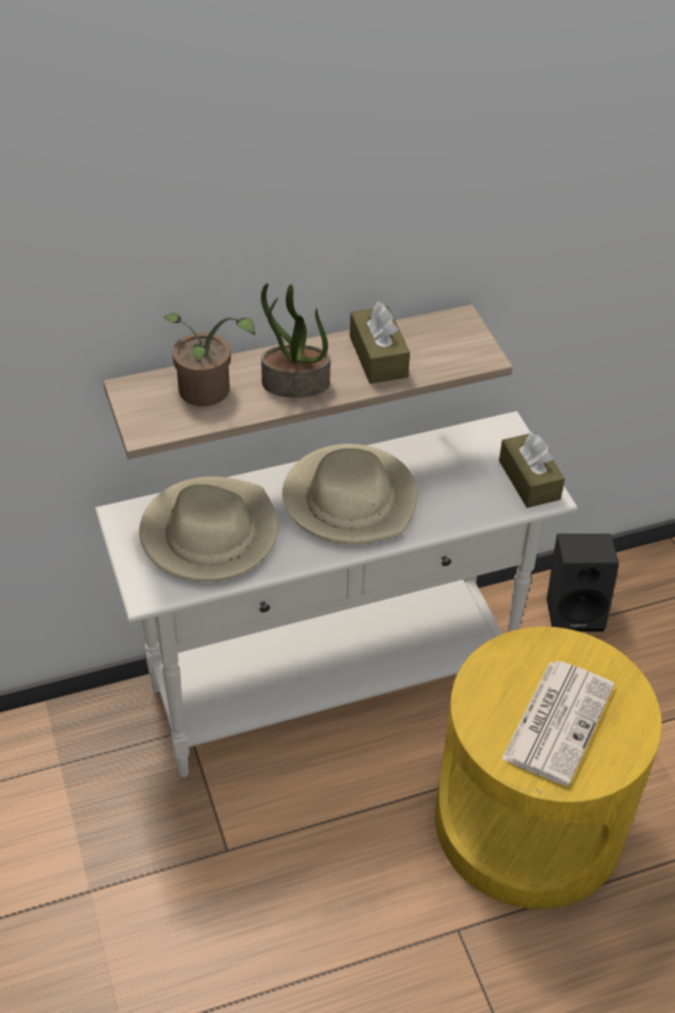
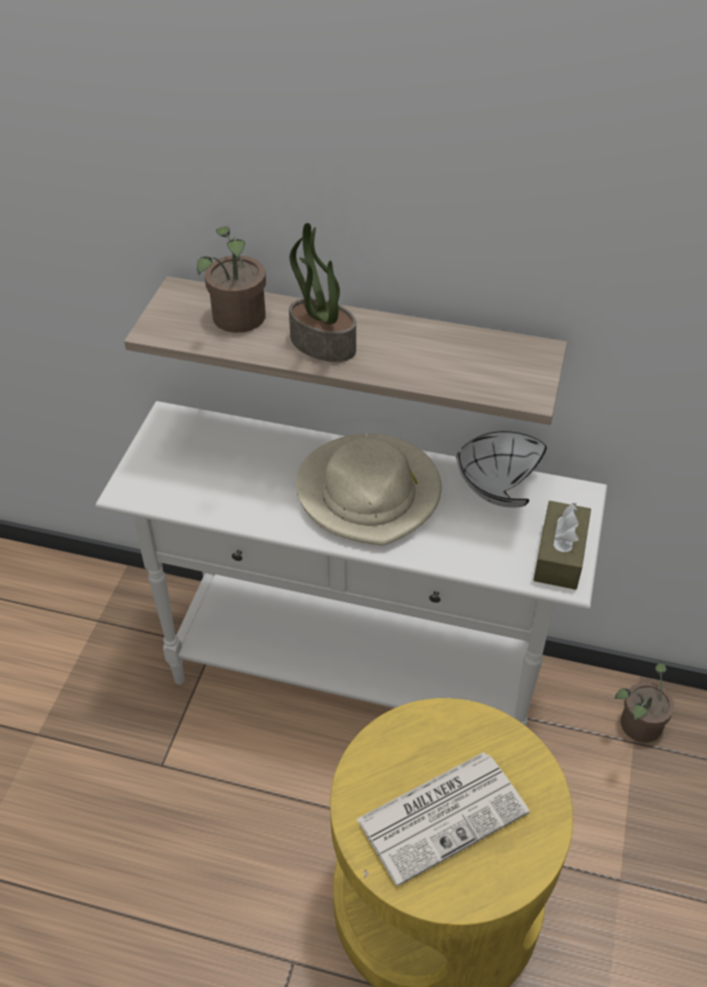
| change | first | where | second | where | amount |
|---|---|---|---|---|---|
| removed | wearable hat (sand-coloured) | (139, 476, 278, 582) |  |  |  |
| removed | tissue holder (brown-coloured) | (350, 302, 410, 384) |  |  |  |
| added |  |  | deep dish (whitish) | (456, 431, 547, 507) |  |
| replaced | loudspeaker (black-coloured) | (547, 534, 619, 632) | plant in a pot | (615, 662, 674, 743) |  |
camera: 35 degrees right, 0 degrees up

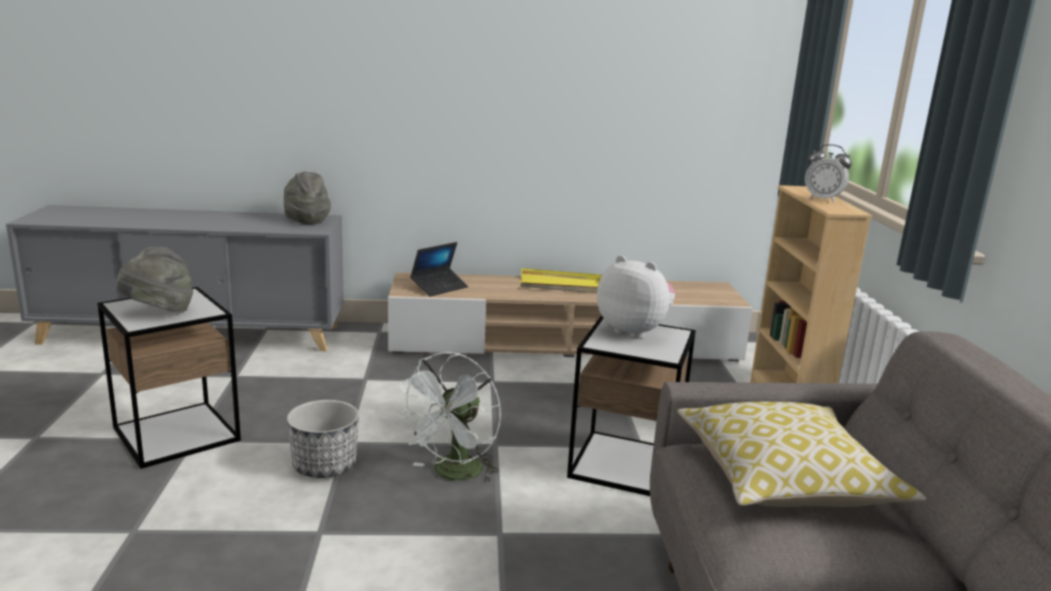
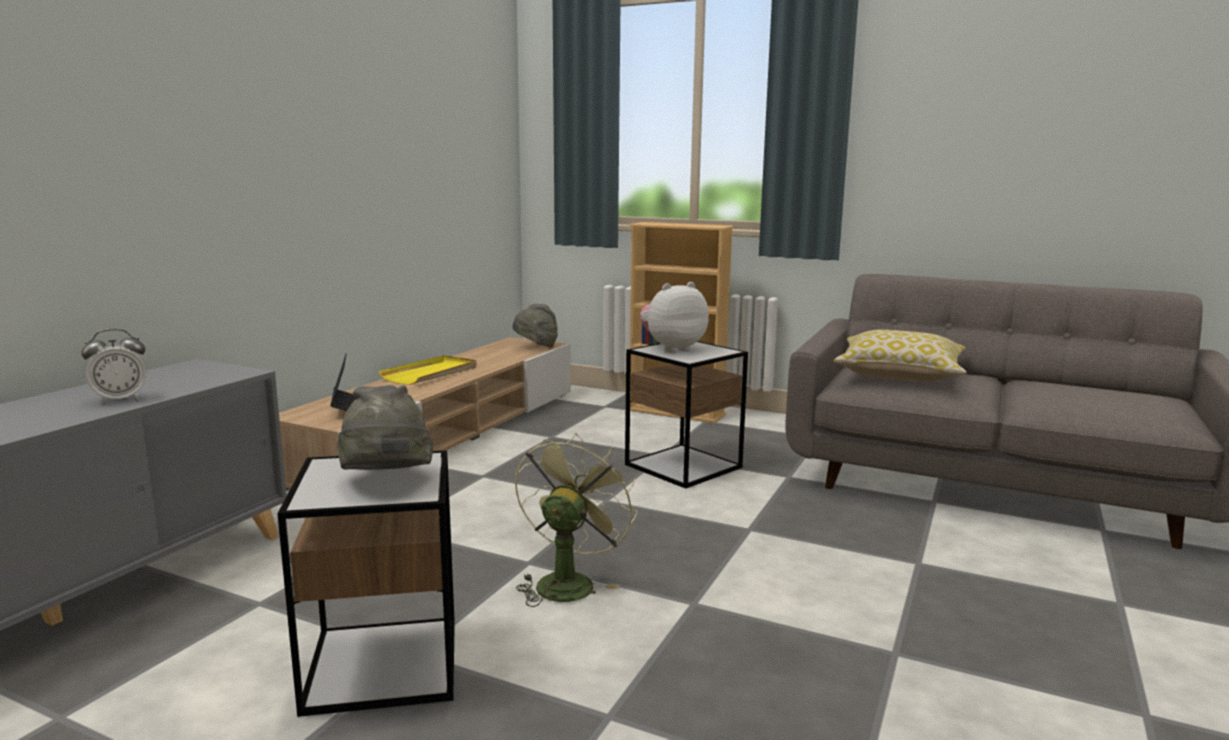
| change | first | where | second | where | amount |
|---|---|---|---|---|---|
| removed | cooling fan (whitish) | (396, 352, 501, 484) |  |  |  |
| moved | wearable hat (greyish) | (284, 172, 331, 225) |  | (513, 304, 558, 347) |  |
| moved | alarm clock | (805, 144, 852, 203) |  | (81, 329, 146, 404) |  |
| replaced | planter | (287, 400, 359, 478) | cooling fan (green) | (515, 433, 637, 607) |  |
camera: 60 degrees left, 5 degrees down

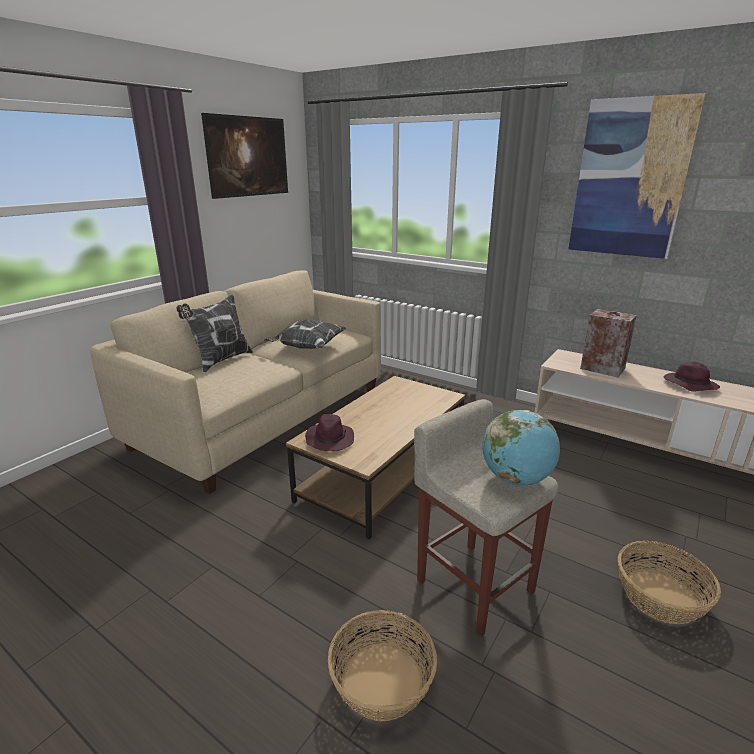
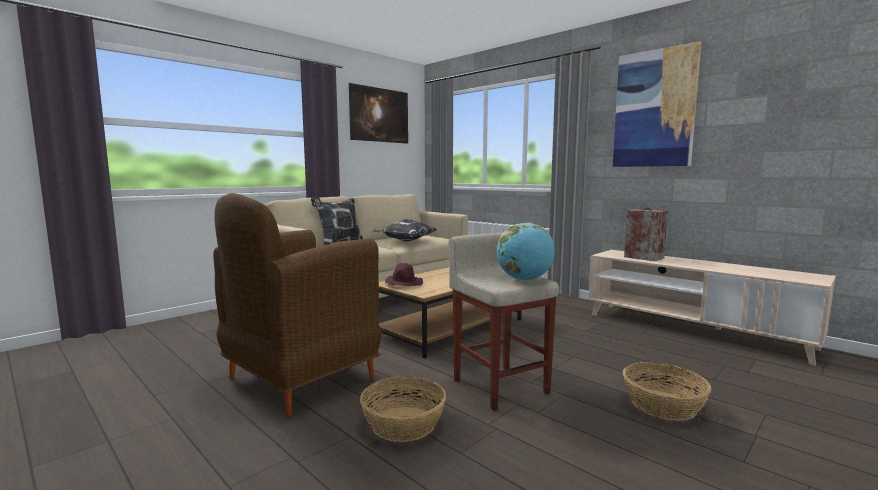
| change | first | where | second | where | amount |
|---|---|---|---|---|---|
| removed | wearable hat (purple-coloured) | (664, 361, 720, 391) |  |  |  |
| added |  |  | easy chair (brown-coloured) | (213, 193, 381, 416) |  |
camera: 10 degrees right, 15 degrees down

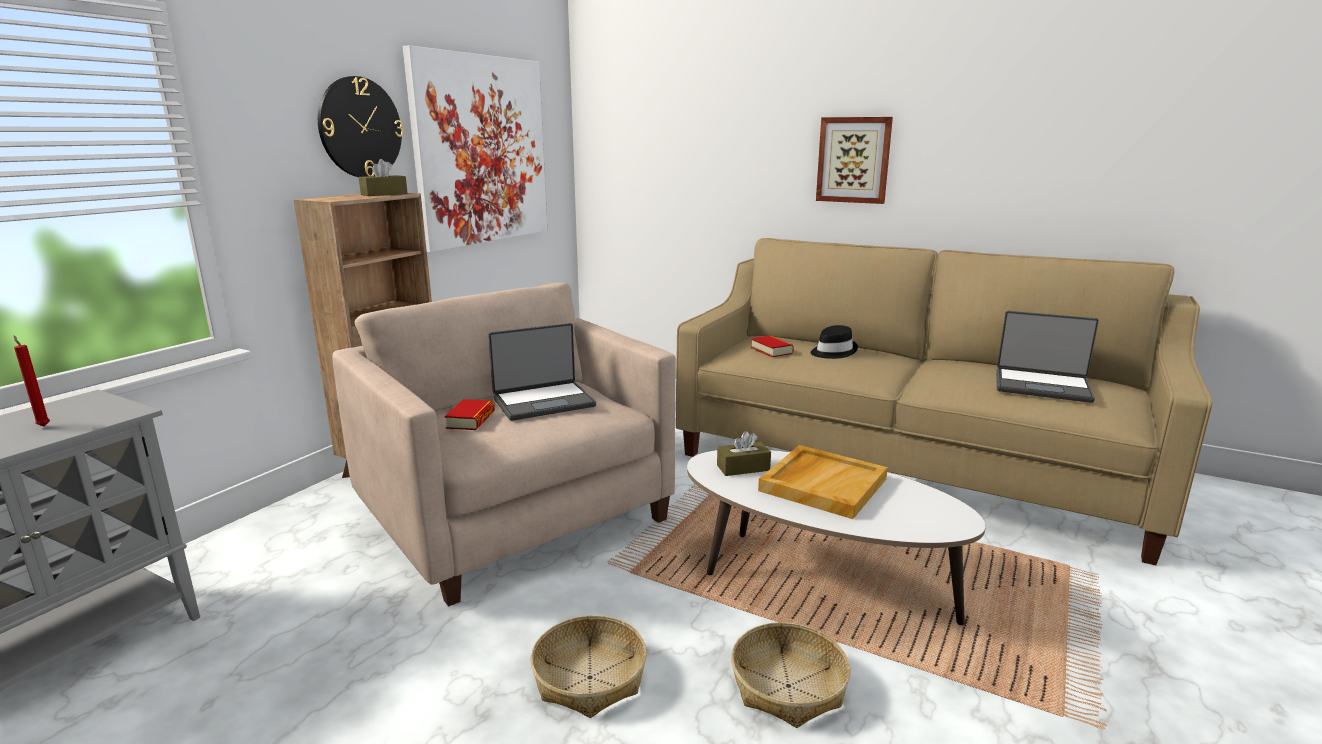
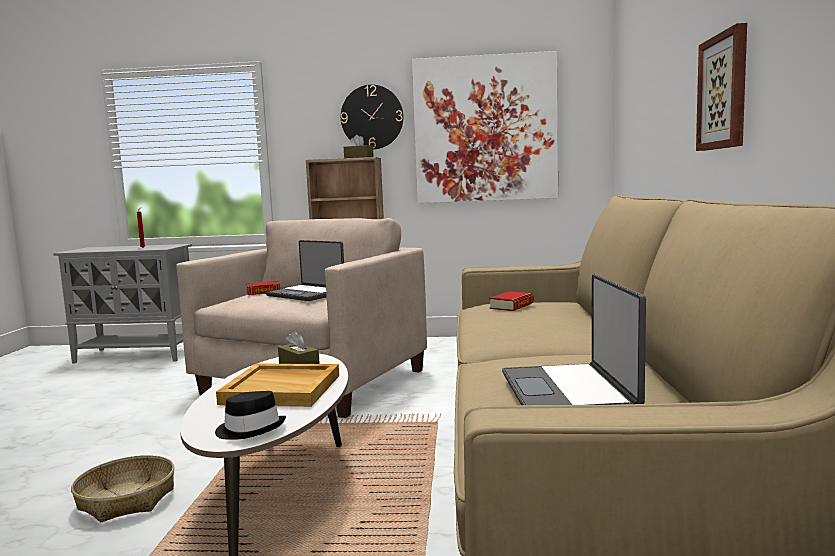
| change | first | where | second | where | amount |
|---|---|---|---|---|---|
| removed | household basket | (531, 615, 647, 718) |  |  |  |
| moved | wearable hat (black-coloured) | (811, 325, 858, 359) |  | (215, 391, 286, 440) |  |
camera: 65 degrees right, 10 degrees down

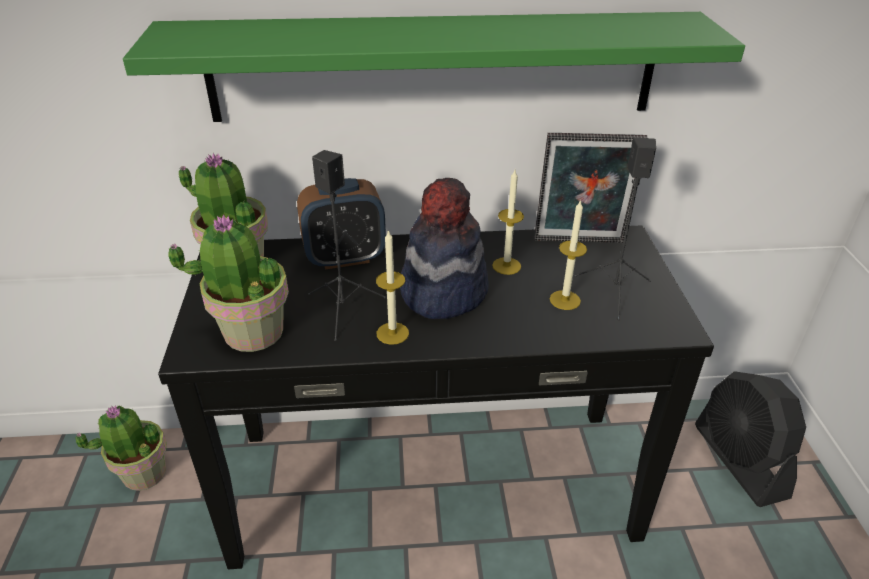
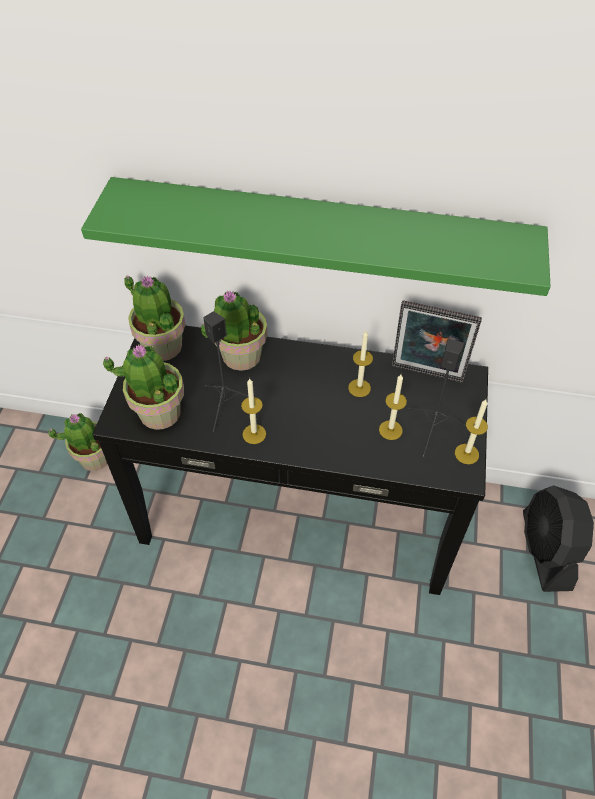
| change | first | where | second | where | amount |
|---|---|---|---|---|---|
| removed | wearable hat | (400, 178, 489, 319) |  |  |  |
| added |  |  | wax candle | (455, 399, 488, 464) |  |
| replaced | alarm clock | (297, 178, 386, 270) | plant in a pot | (201, 291, 267, 371) |  |
camera: 15 degrees right, 15 degrees up

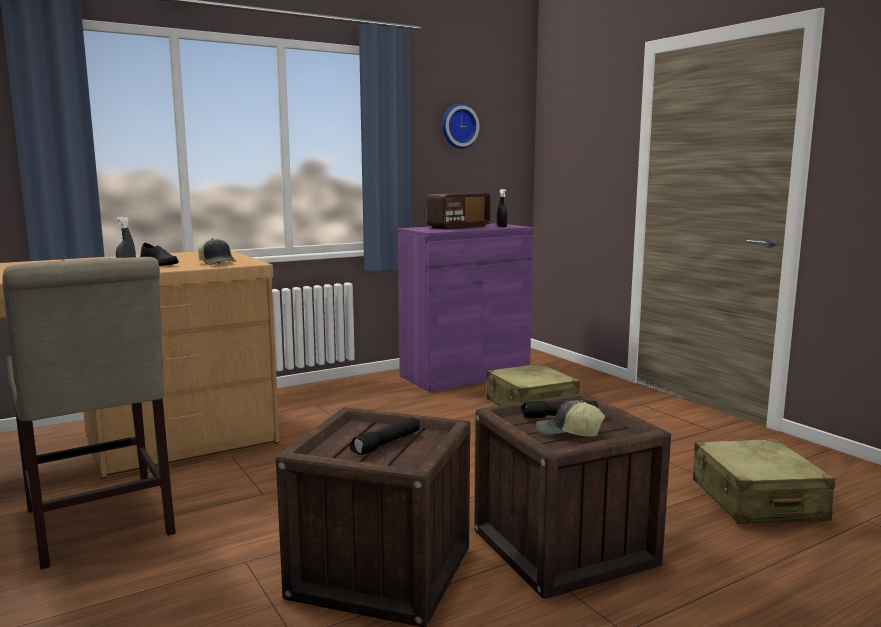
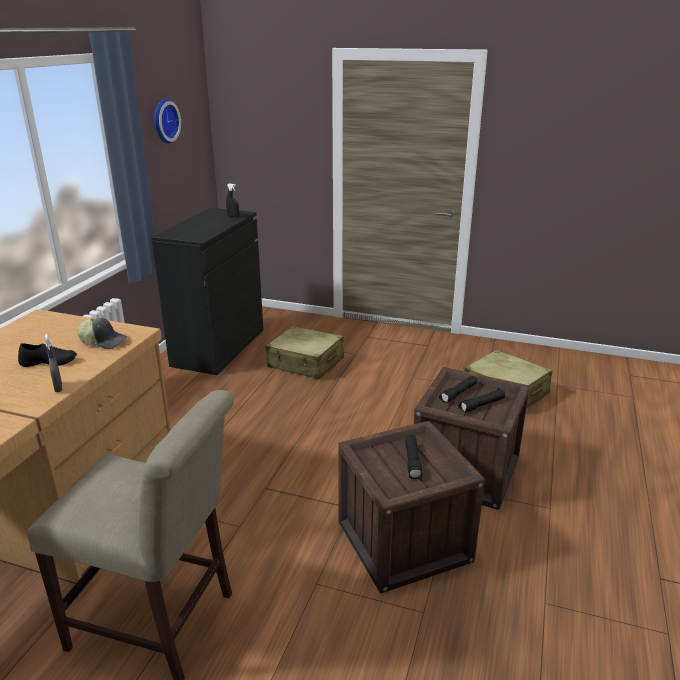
| change | first | where | second | where | amount |
|---|---|---|---|---|---|
| removed | radio set | (426, 193, 491, 230) |  |  |  |
| replaced | baseball cap | (536, 400, 605, 436) | flashlight (black-coloured) | (458, 389, 505, 413) |  |
| recoloured | storage cabinet (purple-coloured) | (398, 223, 534, 392) | storage cabinet (black-coloured) | (151, 208, 263, 375) |  |
camera: 40 degrees left, 15 degrees up

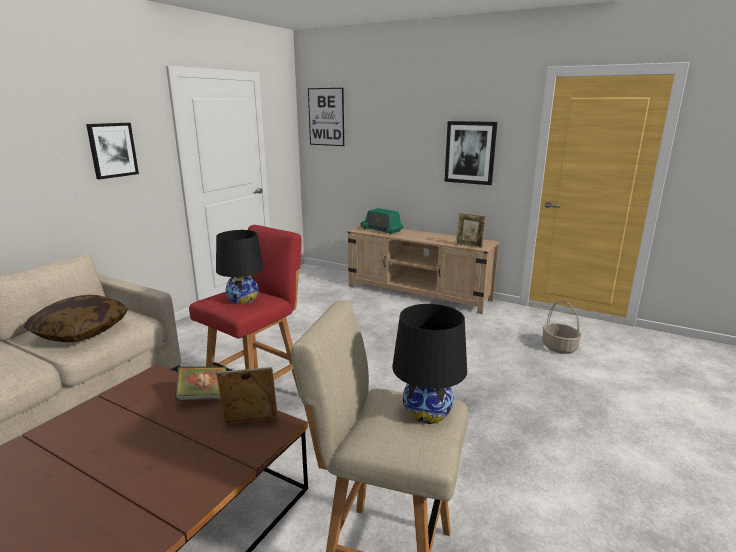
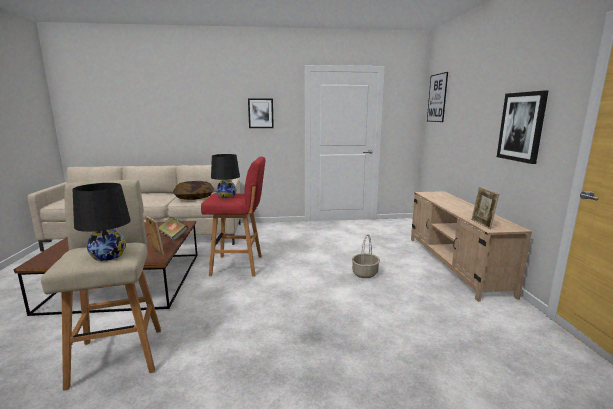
| change | first | where | second | where | amount |
|---|---|---|---|---|---|
| removed | radio set | (360, 208, 403, 235) |  |  |  |
| moved | household basket | (542, 301, 582, 354) |  | (352, 235, 380, 278) |  |
camera: 55 degrees right, 5 degrees down

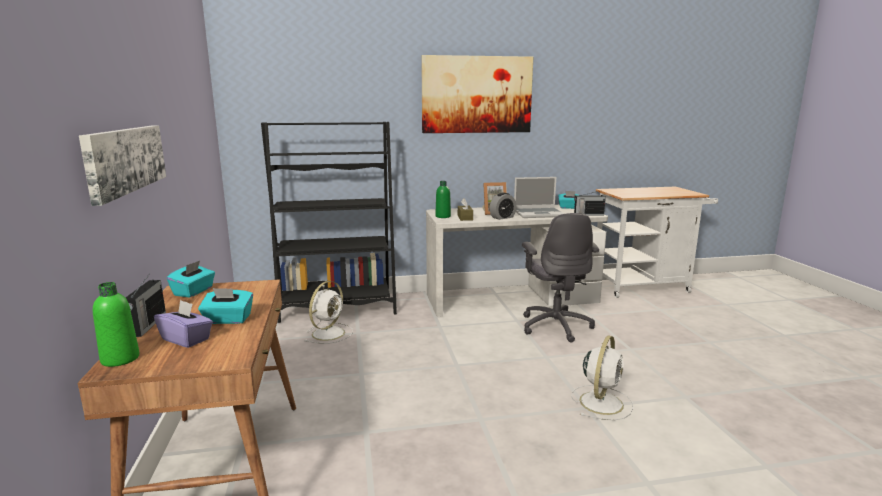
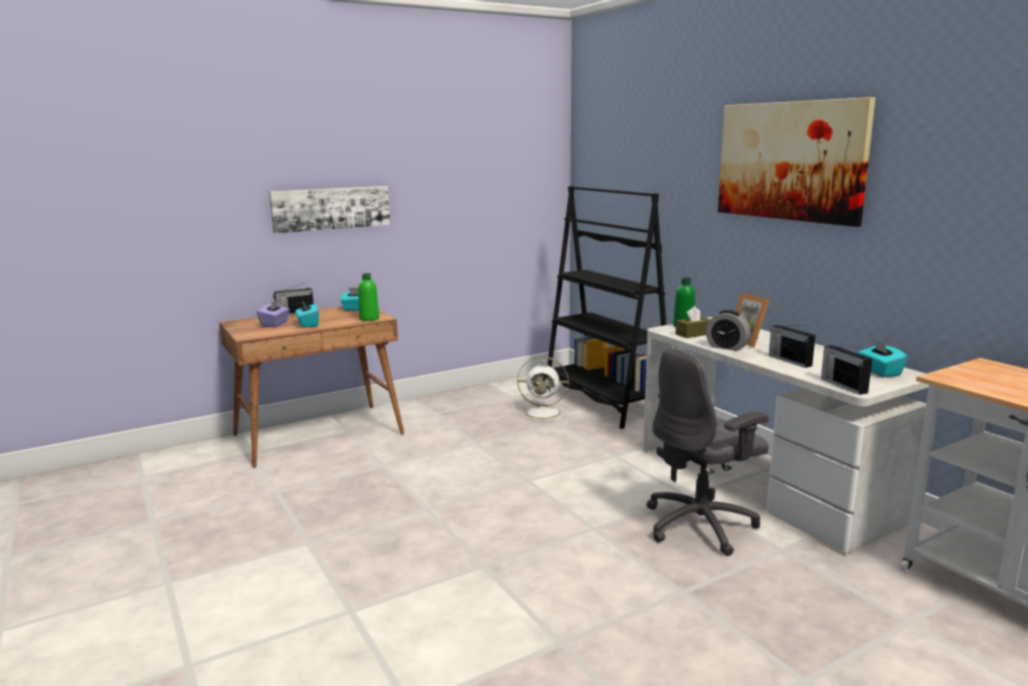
| change | first | where | second | where | amount |
|---|---|---|---|---|---|
| removed | cooling fan (whitish) | (572, 336, 633, 420) |  |  |  |
| moved | bottle (green) | (93, 282, 140, 367) |  | (358, 273, 379, 321) |  |
| replaced | notebook computer | (514, 177, 565, 218) | radio set | (769, 325, 815, 368) |  |
camera: 70 degrees right, 0 degrees up

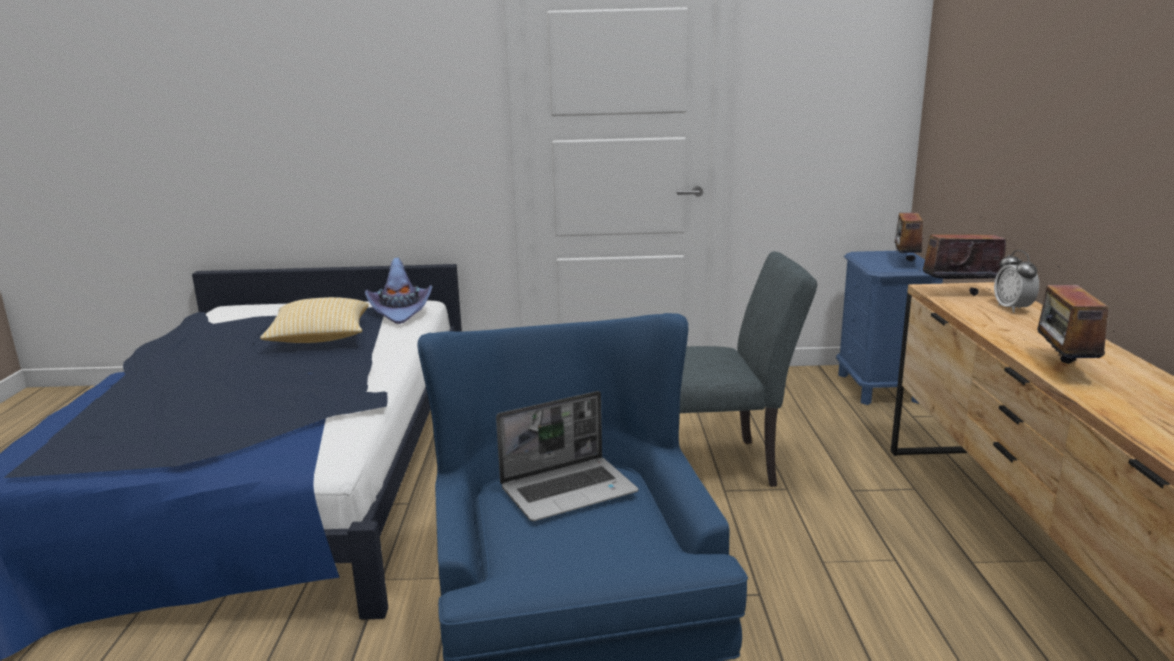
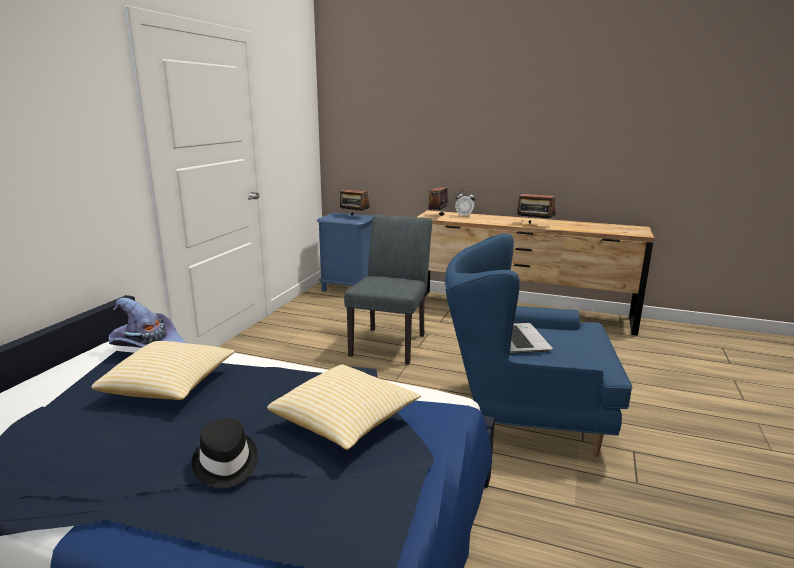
| change | first | where | second | where | amount |
|---|---|---|---|---|---|
| added |  |  | wearable hat (black-coloured) | (192, 418, 258, 488) |  |
| added |  |  | cushion | (267, 365, 421, 450) |  |
camera: 70 degrees left, 0 degrees up

